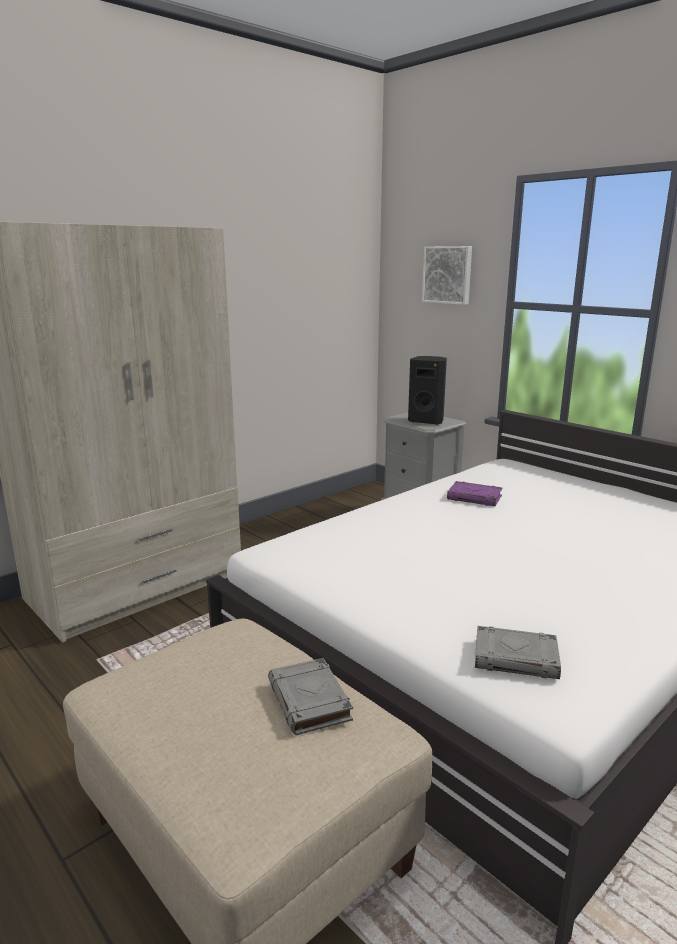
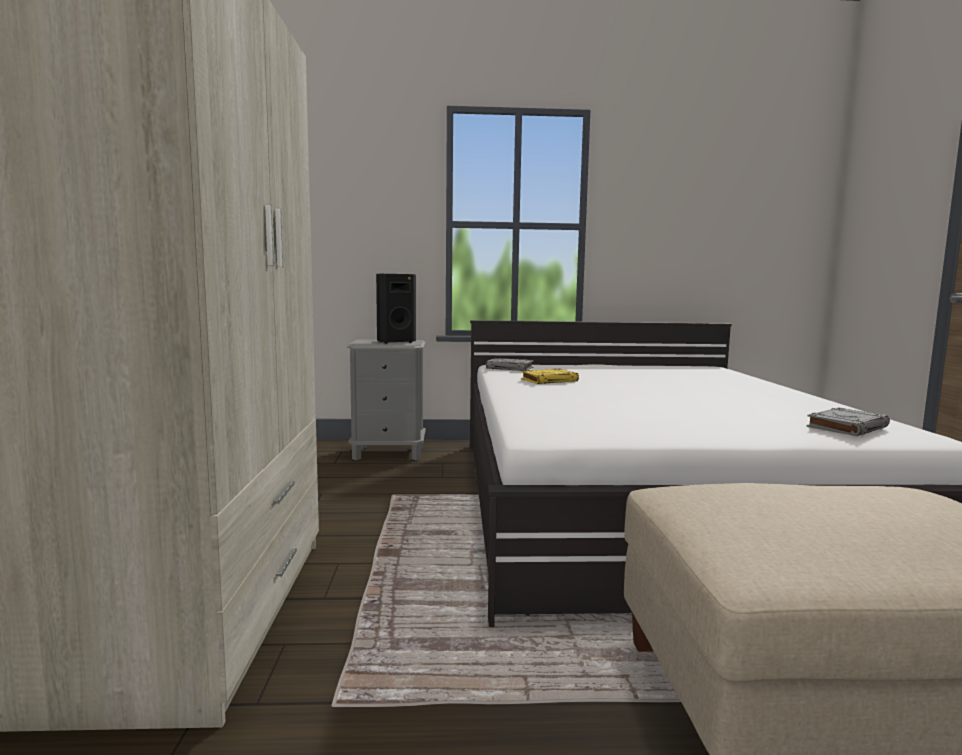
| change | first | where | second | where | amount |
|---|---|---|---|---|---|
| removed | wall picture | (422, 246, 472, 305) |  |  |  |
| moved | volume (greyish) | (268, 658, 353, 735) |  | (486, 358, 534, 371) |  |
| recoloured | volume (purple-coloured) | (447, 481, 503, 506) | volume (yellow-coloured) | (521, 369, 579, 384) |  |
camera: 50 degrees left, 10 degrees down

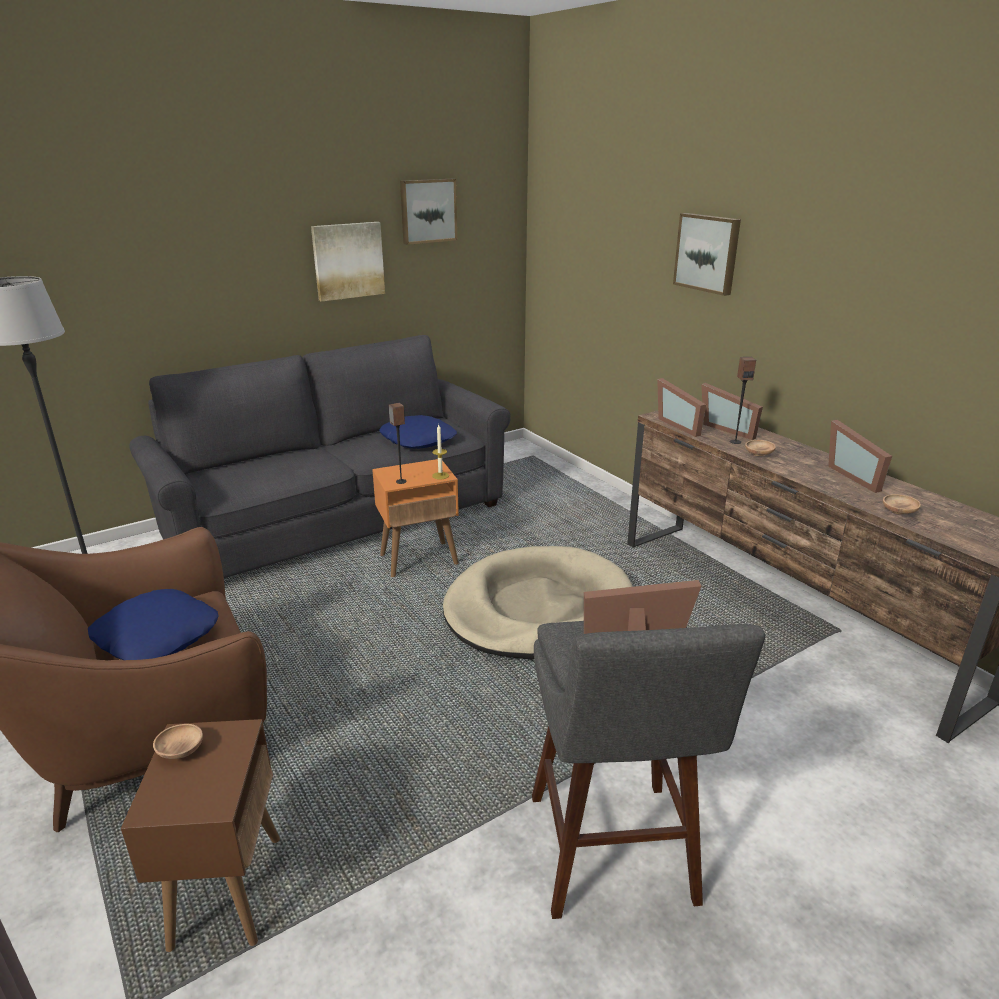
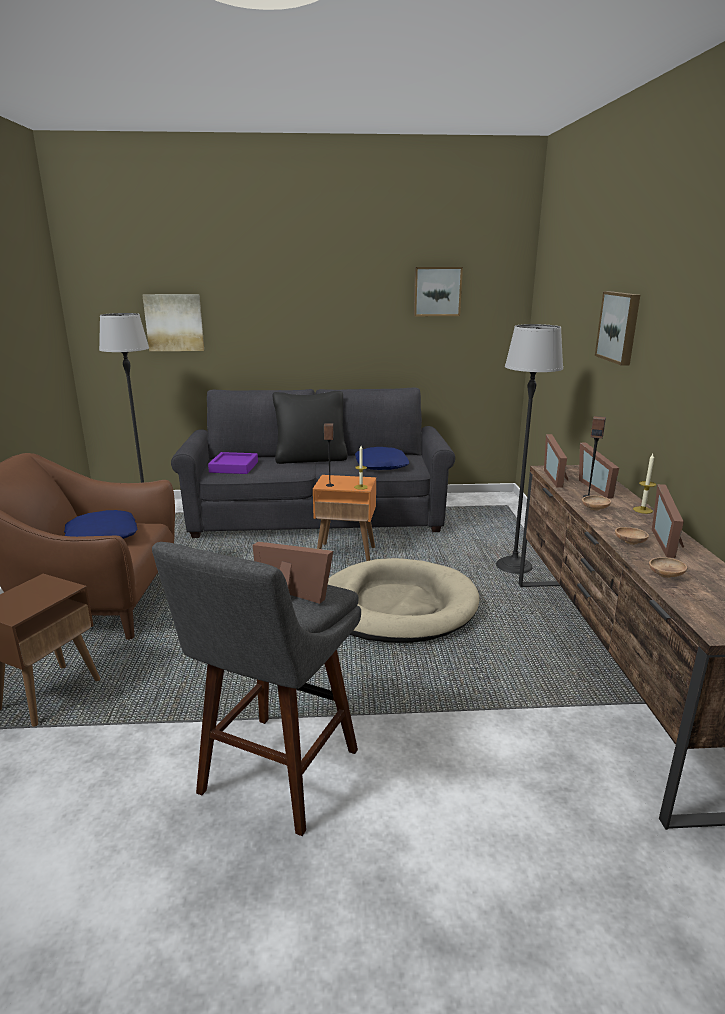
| change | first | where | second | where | amount |
|---|---|---|---|---|---|
| added |  |  | tray (purple-coloured) | (208, 452, 258, 474) |  |
| added |  |  | cushion (black-coloured) | (273, 391, 348, 464) |  |
| added |  |  | standard lamp | (496, 324, 563, 574) |  |
| added |  |  | wax candle | (633, 454, 656, 514) |  |
| moved | deep dish (brown-coloured) | (153, 724, 203, 759) |  | (615, 527, 649, 545) |  |
| moved | wall picture | (311, 222, 385, 302) |  | (142, 294, 204, 351) |  |
camera: 30 degrees right, 5 degrees down

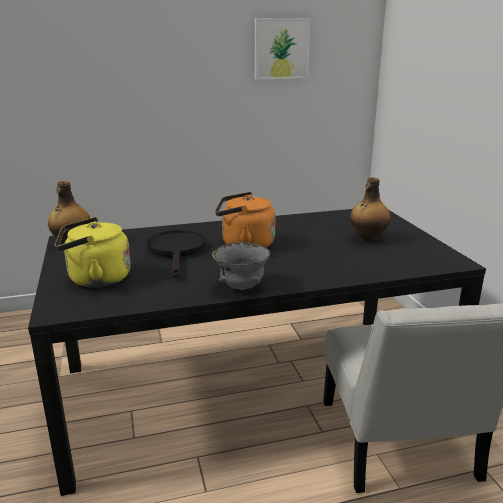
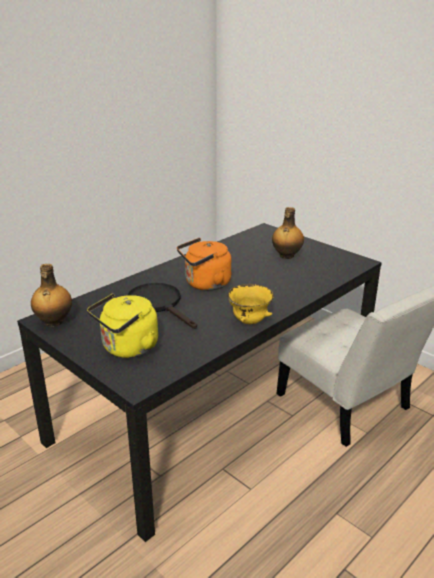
| change | first | where | second | where | amount |
|---|---|---|---|---|---|
| removed | wall picture | (255, 18, 311, 80) |  |  |  |
| recoloured | deep dish (greyish) | (212, 242, 270, 290) | deep dish (yellow-coloured) | (228, 284, 274, 324) |  |
camera: 30 degrees left, 5 degrees up

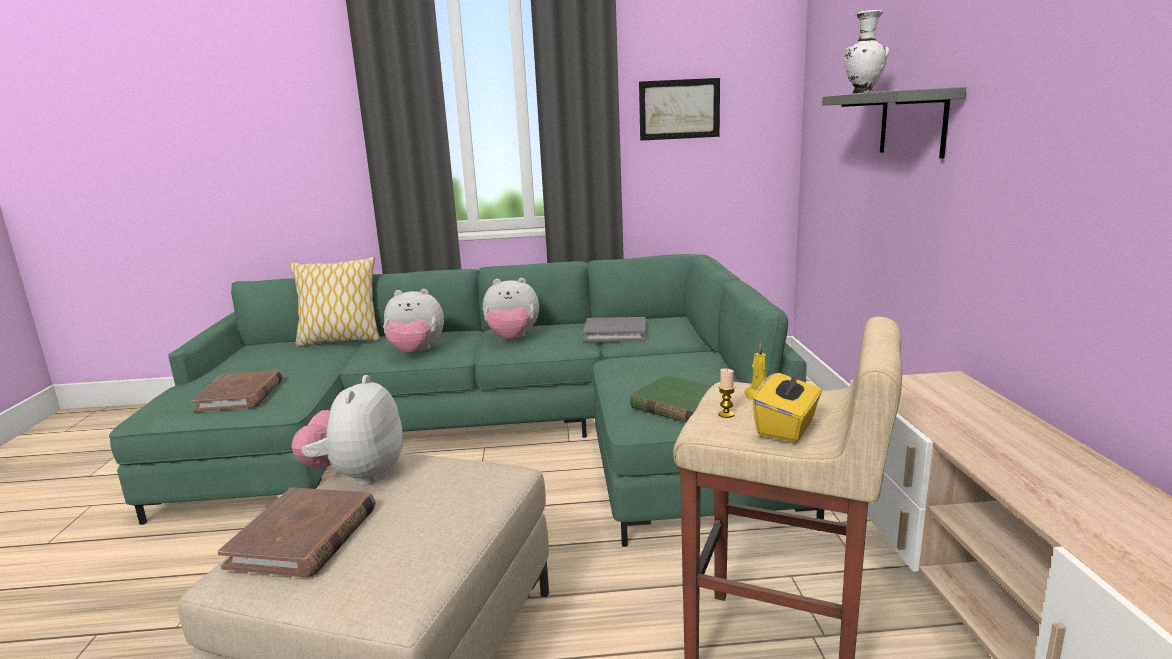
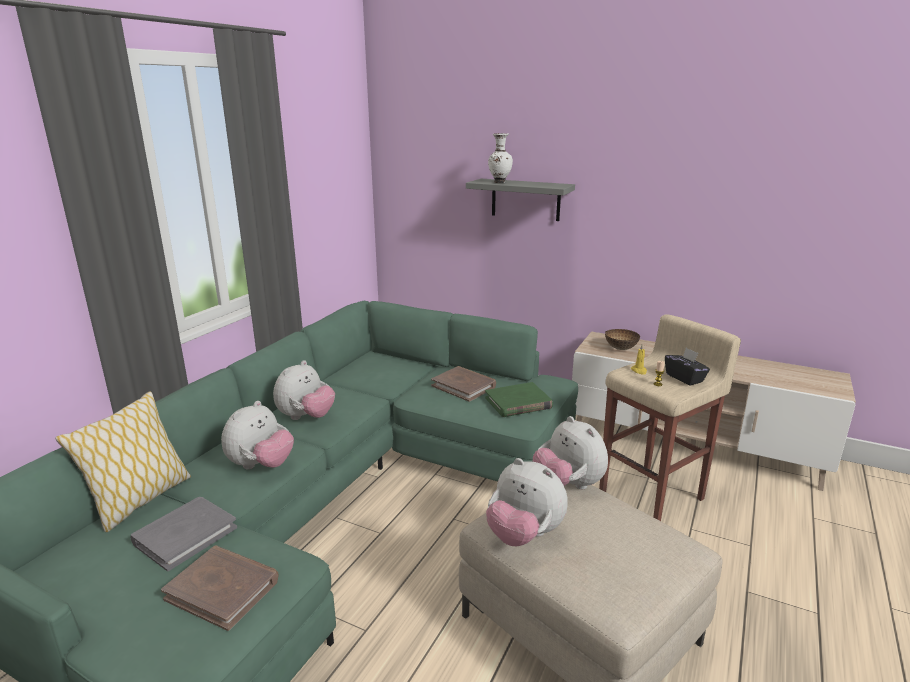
| change | first | where | second | where | amount |
|---|---|---|---|---|---|
| removed | wall picture | (639, 78, 720, 141) |  |  |  |
| added |  |  | cuddly toy | (533, 416, 608, 489) |  |
| added |  |  | deep dish | (605, 329, 640, 350) |  |
| moved | volume (brown-coloured) | (217, 487, 376, 578) |  | (431, 366, 496, 402) |  |
| moved | volume (greyish) | (583, 317, 646, 342) |  | (131, 497, 237, 571) |  |
| recoloured | tissue holder (yellow-coloured) | (752, 367, 822, 442) | tissue holder (black-coloured) | (665, 347, 710, 386) |  |
camera: 60 degrees left, 5 degrees up

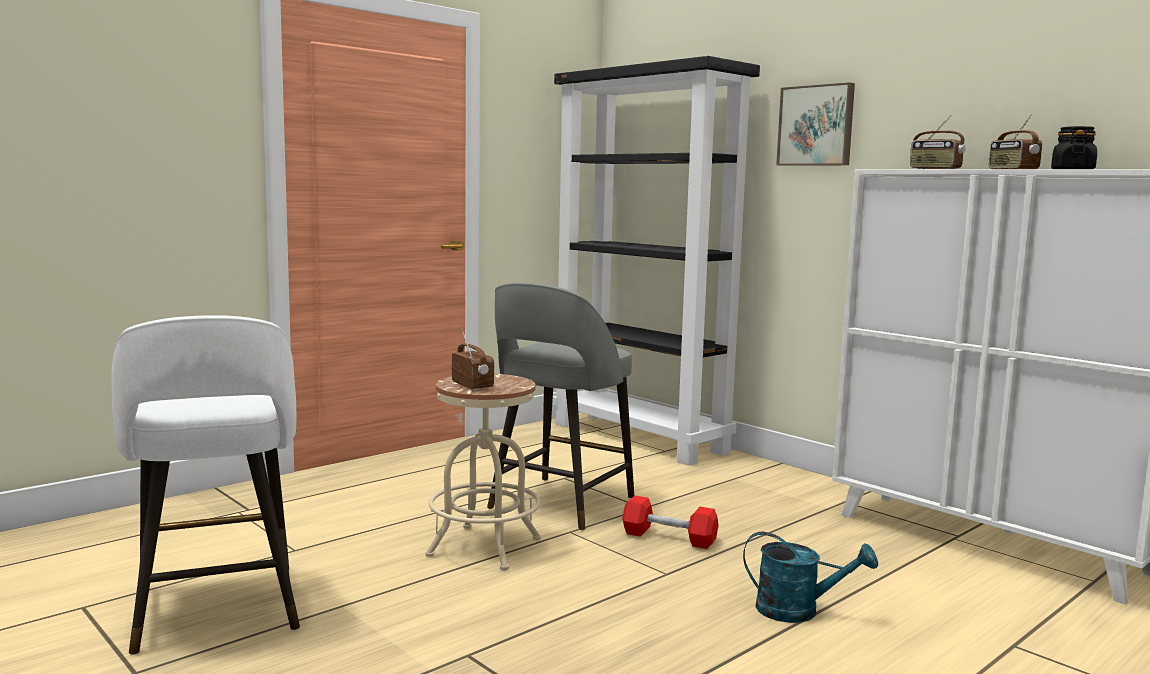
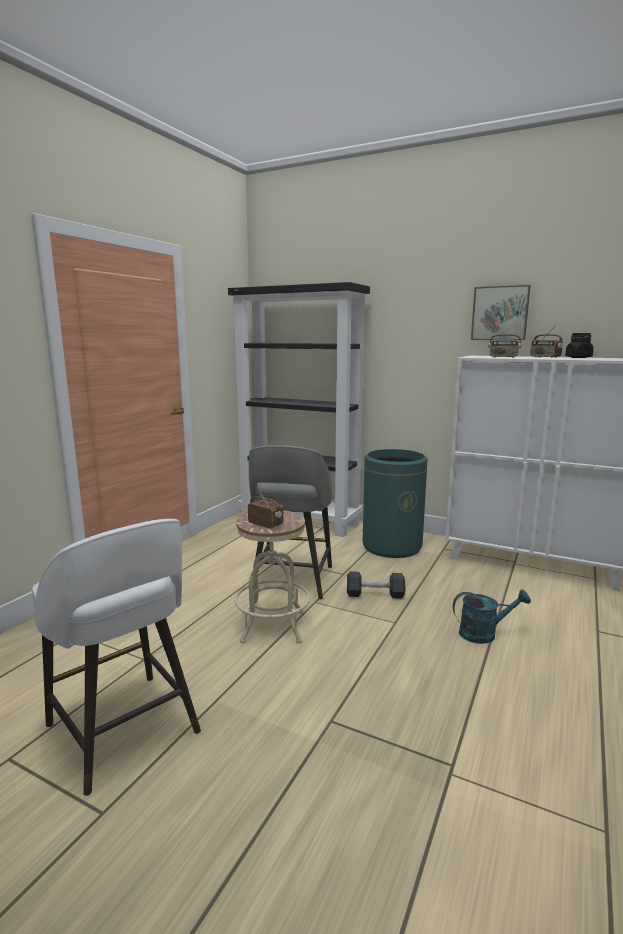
| change | first | where | second | where | amount |
|---|---|---|---|---|---|
| added |  |  | trash can (green) | (363, 449, 428, 558) |  |
| moved | wall picture | (776, 82, 855, 166) |  | (471, 285, 531, 340) |  |
| recoloured | hand weight (reddish) | (622, 496, 719, 549) | hand weight (black-coloured) | (347, 571, 405, 599) |  |
camera: 20 degrees left, 5 degrees up

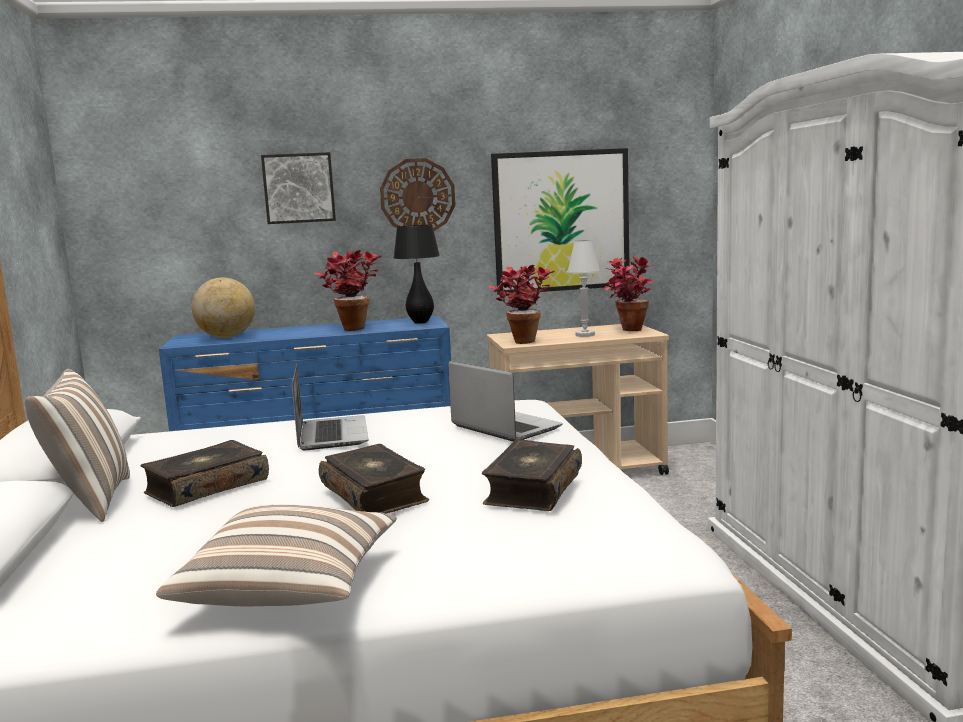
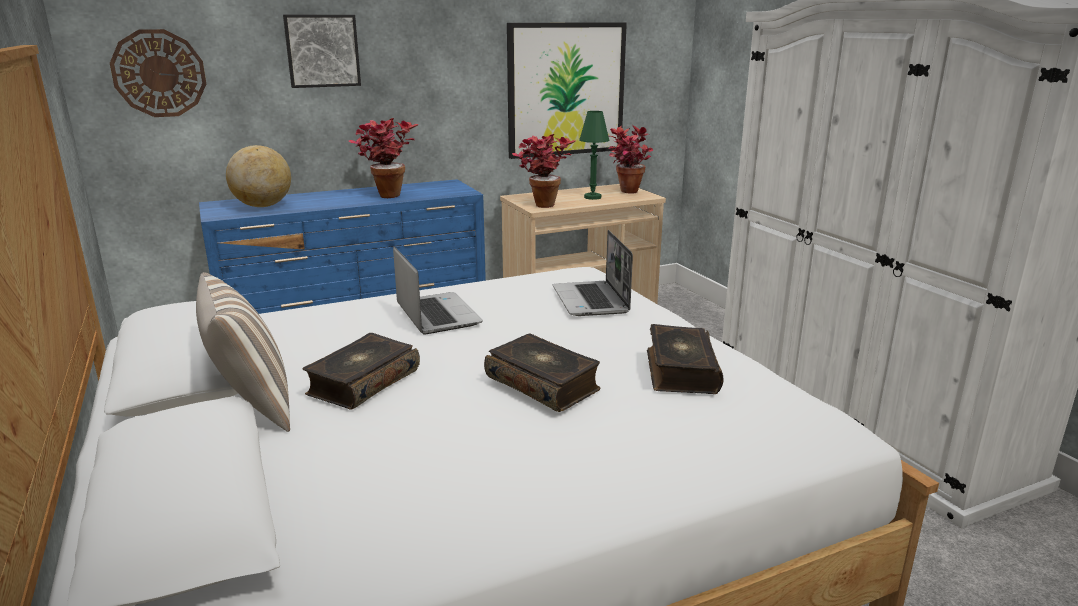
| change | first | where | second | where | amount |
|---|---|---|---|---|---|
| removed | cushion | (156, 504, 397, 606) |  |  |  |
| removed | lamp for a table (black-coloured) | (394, 225, 440, 324) |  |  |  |
| moved | clock on the wall | (380, 158, 456, 231) |  | (110, 29, 206, 117) |  |
| recoloured | lamp for a table (whitish) | (567, 240, 600, 337) | lamp for a table (green) | (579, 111, 609, 200) |  |
| turned | notebook computer | (448, 361, 563, 441) |  | (553, 230, 633, 316) | 135 degrees counterclockwise |
camera: 15 degrees left, 10 degrees up

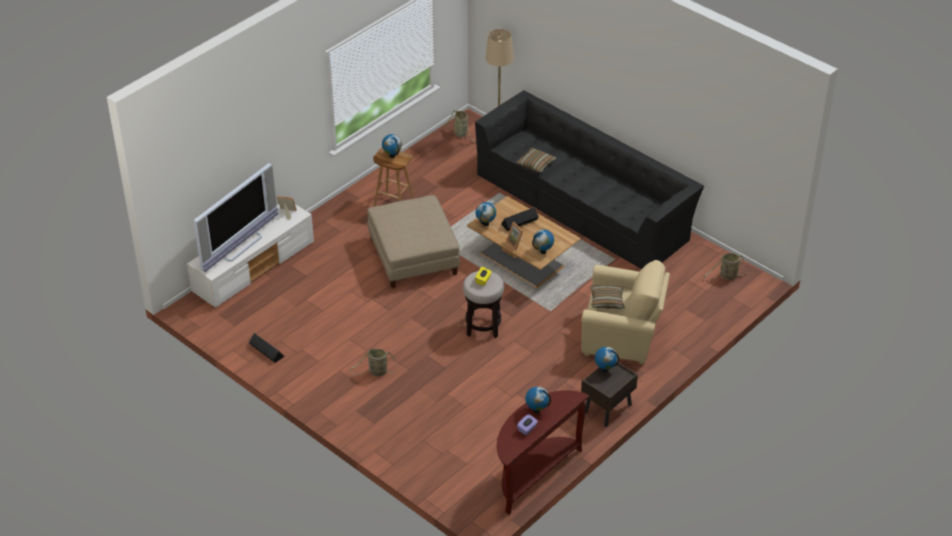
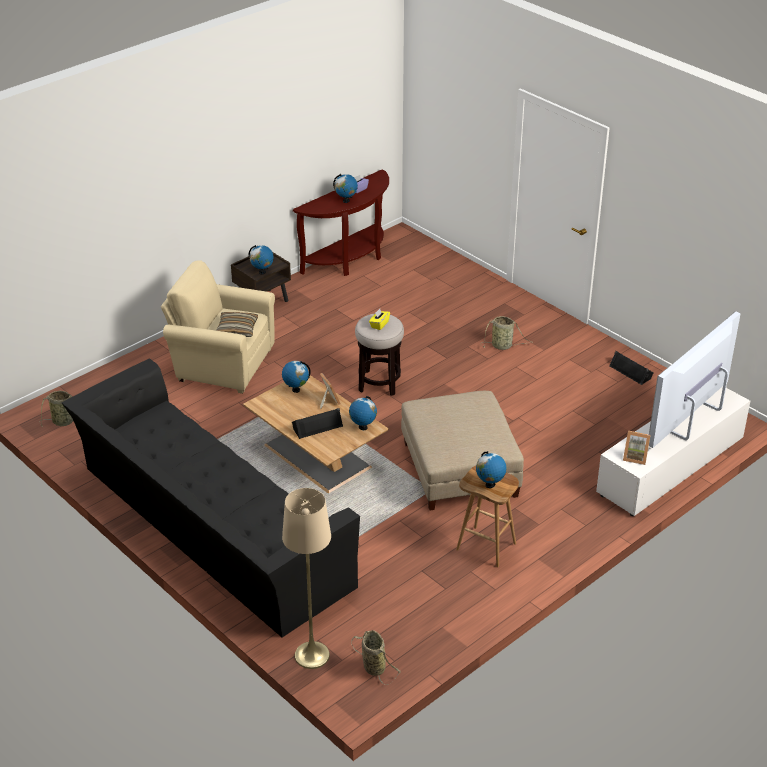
| change | first | where | second | where | amount |
|---|---|---|---|---|---|
| removed | cushion | (516, 148, 556, 173) |  |  |  |
camera: 175 degrees left, 5 degrees down

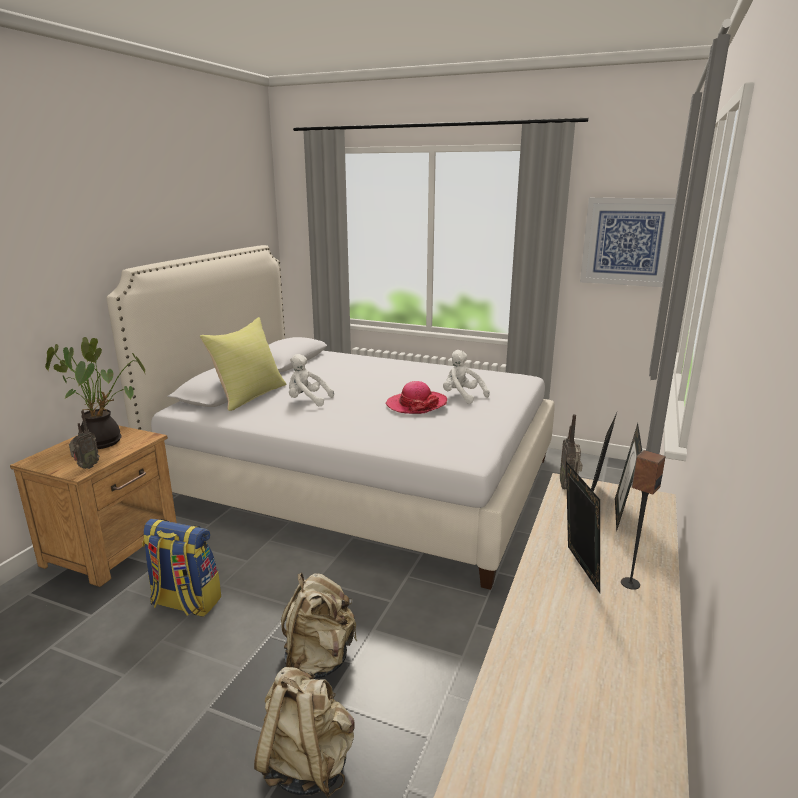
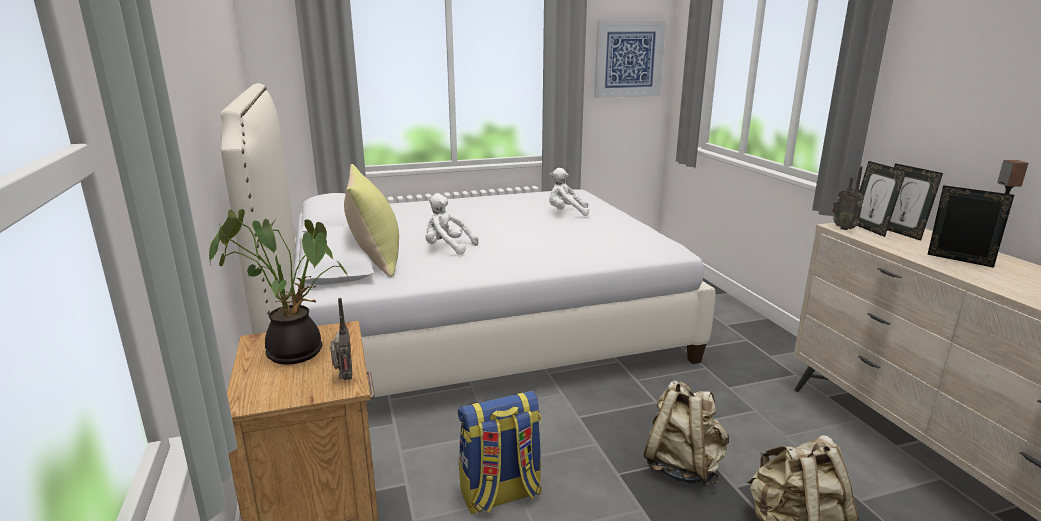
| change | first | where | second | where | amount |
|---|---|---|---|---|---|
| removed | wearable hat | (386, 381, 447, 414) |  |  |  |
| turned | cuddly toy (whitish) | (289, 354, 334, 406) |  | (425, 194, 478, 255) | 45 degrees clockwise |
camera: 40 degrees left, 0 degrees up

